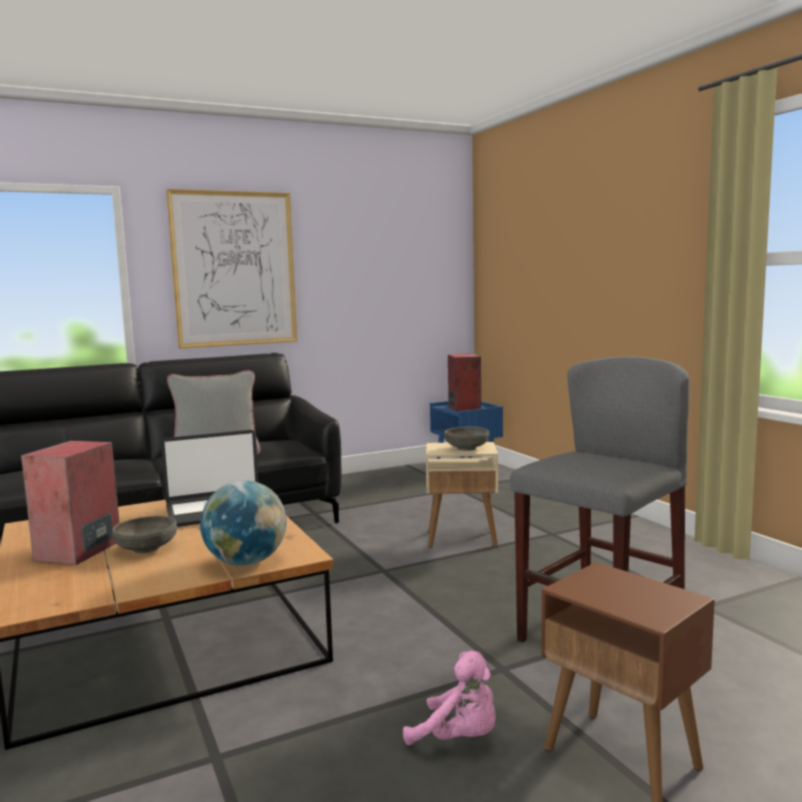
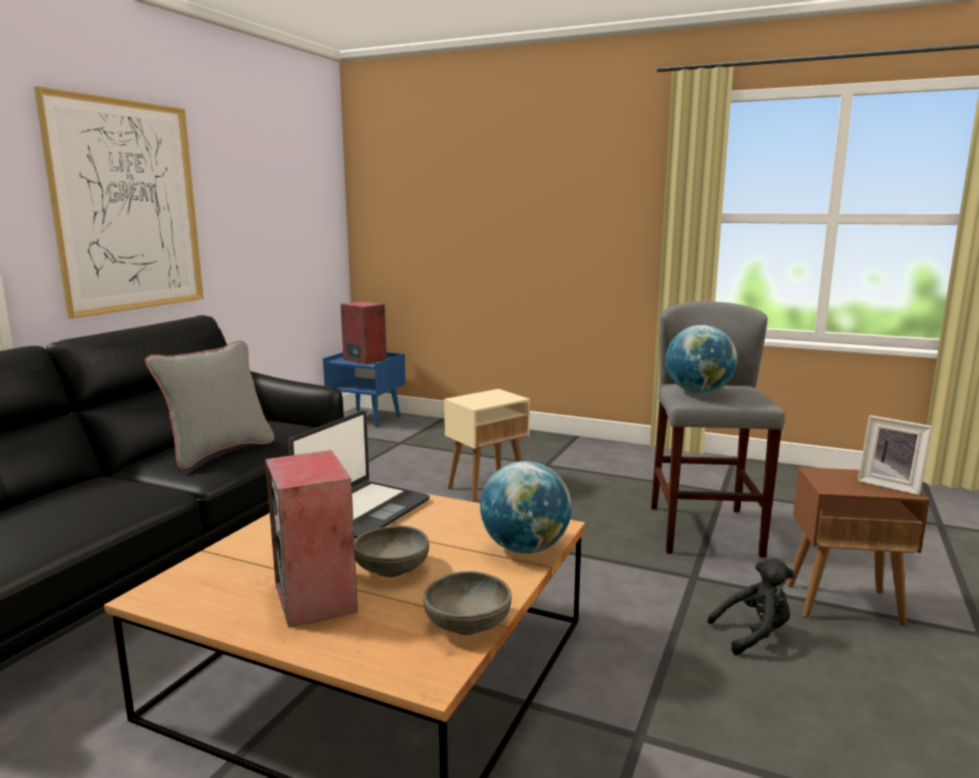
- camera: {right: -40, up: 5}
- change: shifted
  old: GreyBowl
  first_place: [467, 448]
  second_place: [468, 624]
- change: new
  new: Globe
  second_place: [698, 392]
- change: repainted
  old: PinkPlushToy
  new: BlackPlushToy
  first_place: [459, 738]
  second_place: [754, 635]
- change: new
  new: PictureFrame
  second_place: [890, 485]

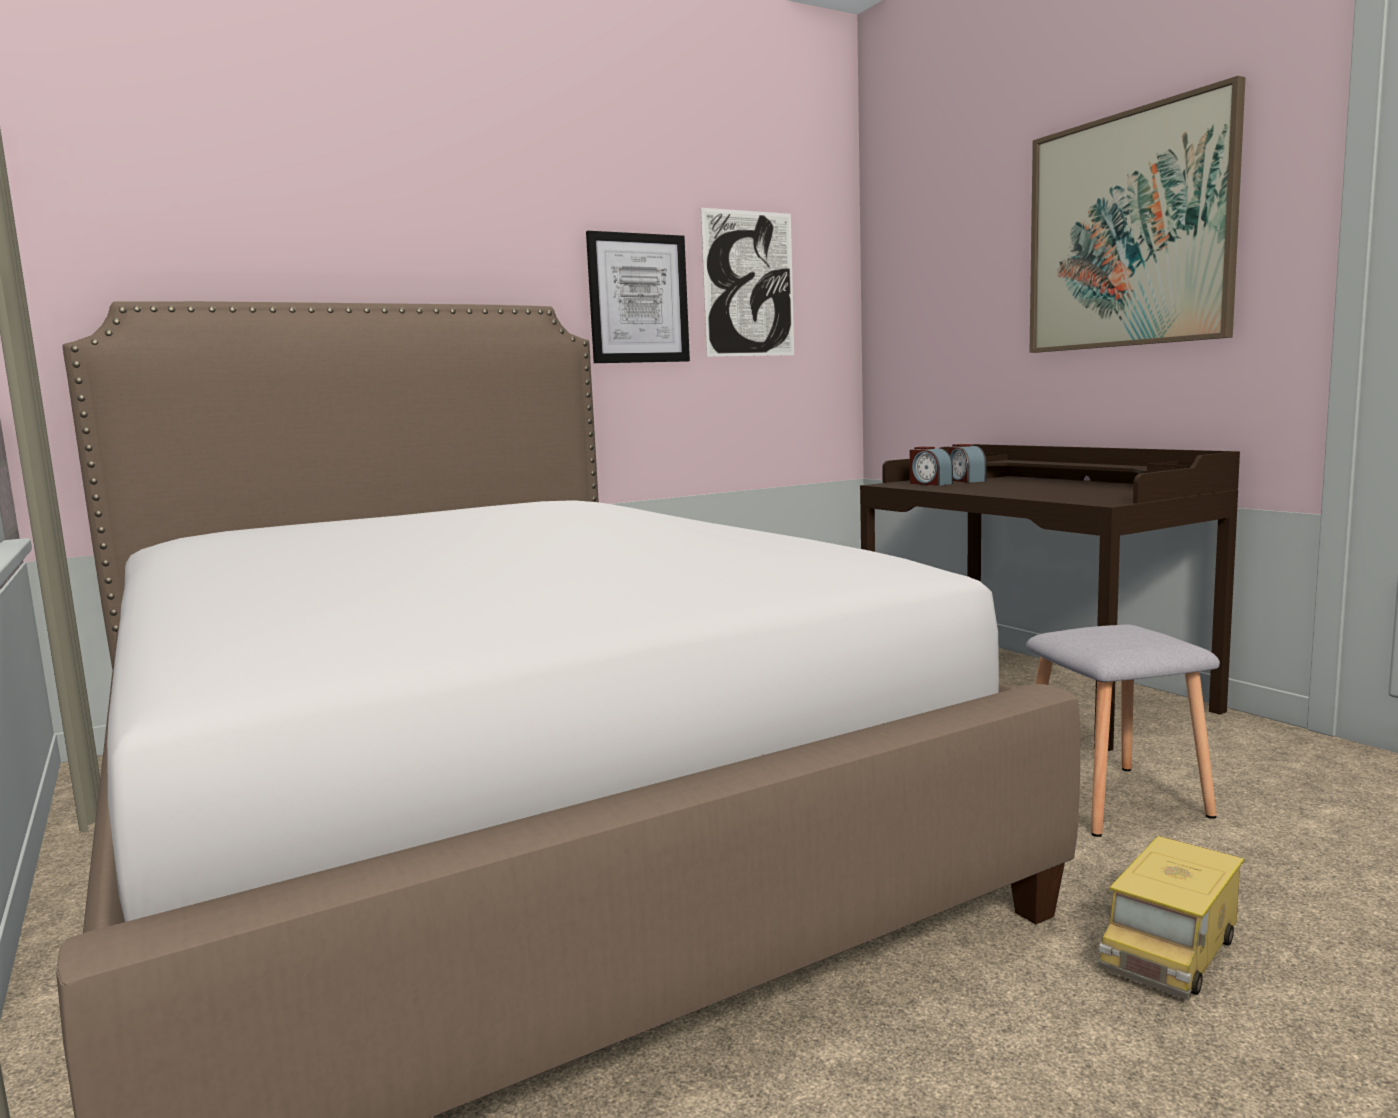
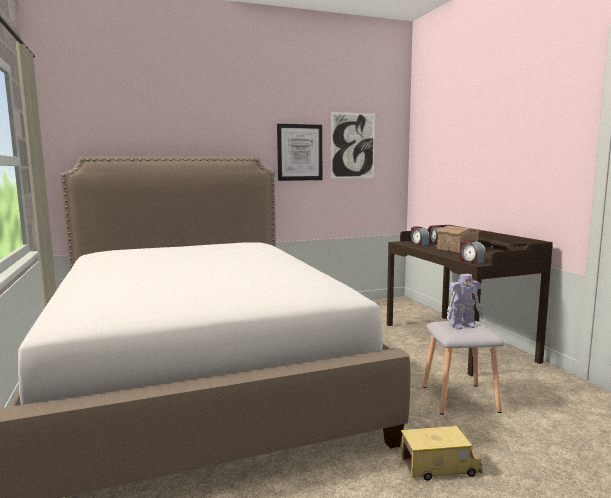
- camera: {right: 10, up: 0}
- change: rotated
  old: ToyTruck
  first_place: [1171, 950]
  second_place: [440, 467]
  degrees: -150
- change: new
  new: ToyHouse
  second_place: [456, 249]
- change: new
  new: ToyRobot
  second_place: [463, 325]
- change: new
  new: AlarmClock
  second_place: [471, 261]
- change: gone
  old: Picture
  first_place: [1128, 231]

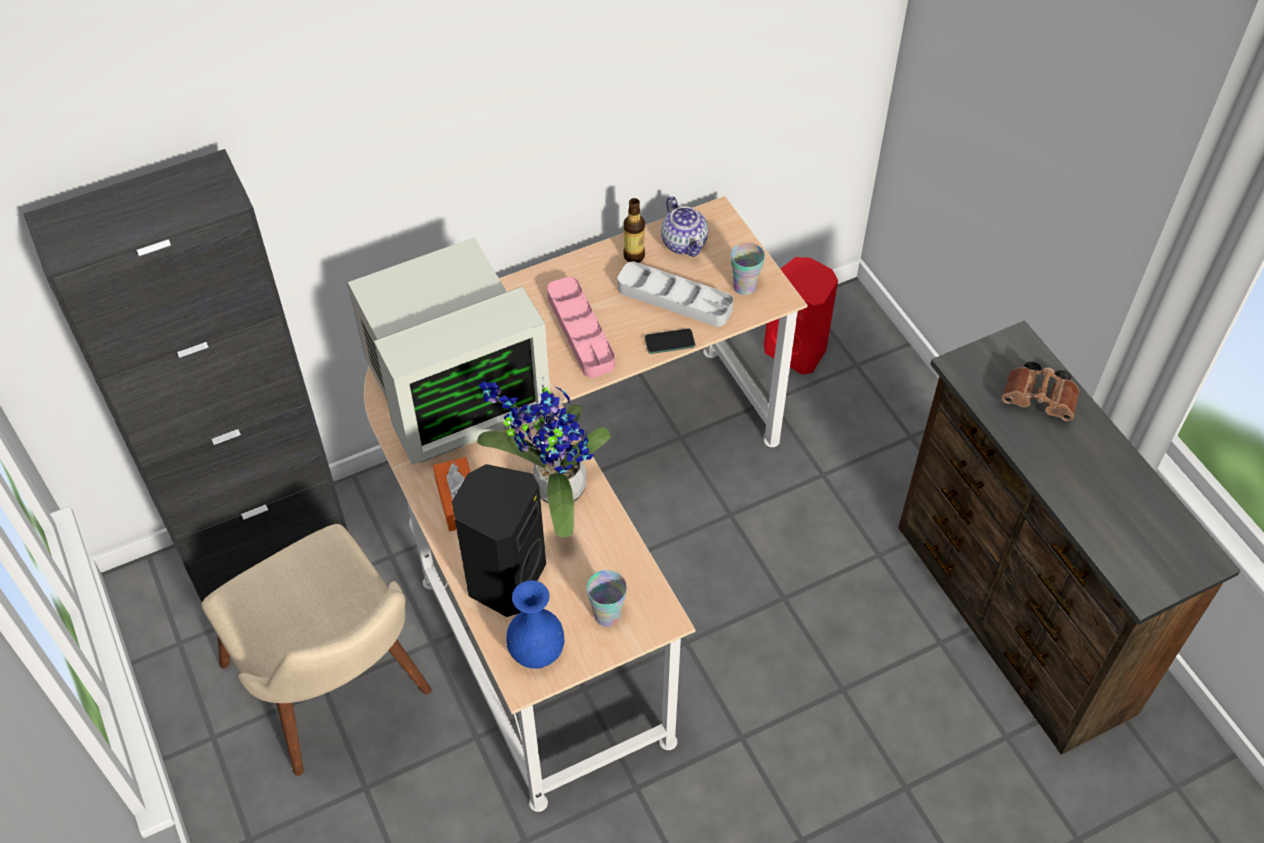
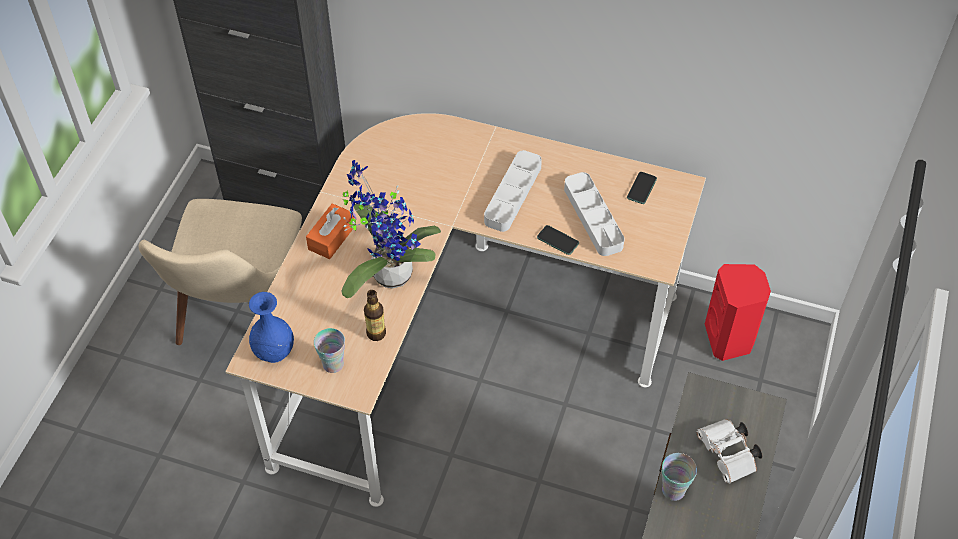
- camera: {right: 45, up: 0}
- change: shifted
  old: Bottle
  first_place: [634, 256]
  second_place: [376, 333]
- change: repainted
  old: PinkTray
  new: GreyTray
  first_place: [580, 331]
  second_place: [513, 194]
- change: swapped
  old: Teapot
  new: Phone
  first_place: [685, 243]
  second_place: [641, 188]
- change: shifted
  old: Cup
  first_place: [744, 287]
  second_place: [673, 490]
- change: repainted
  old: BrownBinoculars
  new: WhiteBinoculars
  first_place: [1041, 400]
  second_place: [728, 456]
- change: gone
  old: Monitor
  first_place: [453, 396]
- change: gone
  old: BlackSpeaker
  first_place: [503, 578]

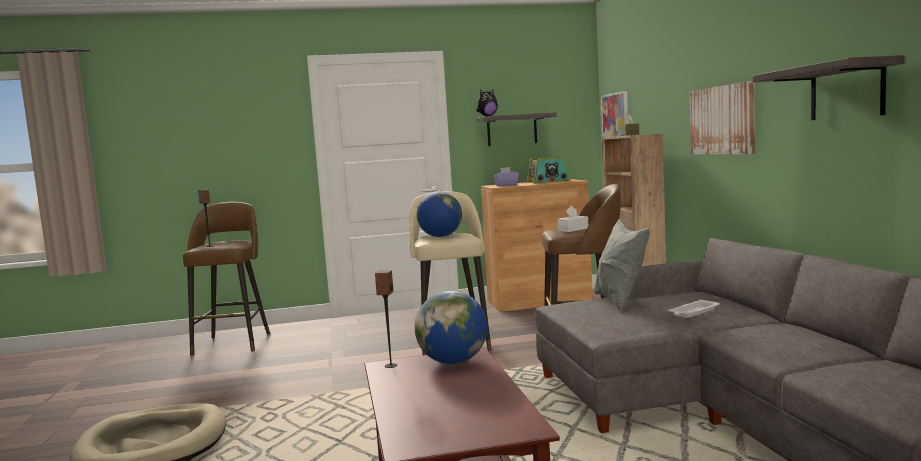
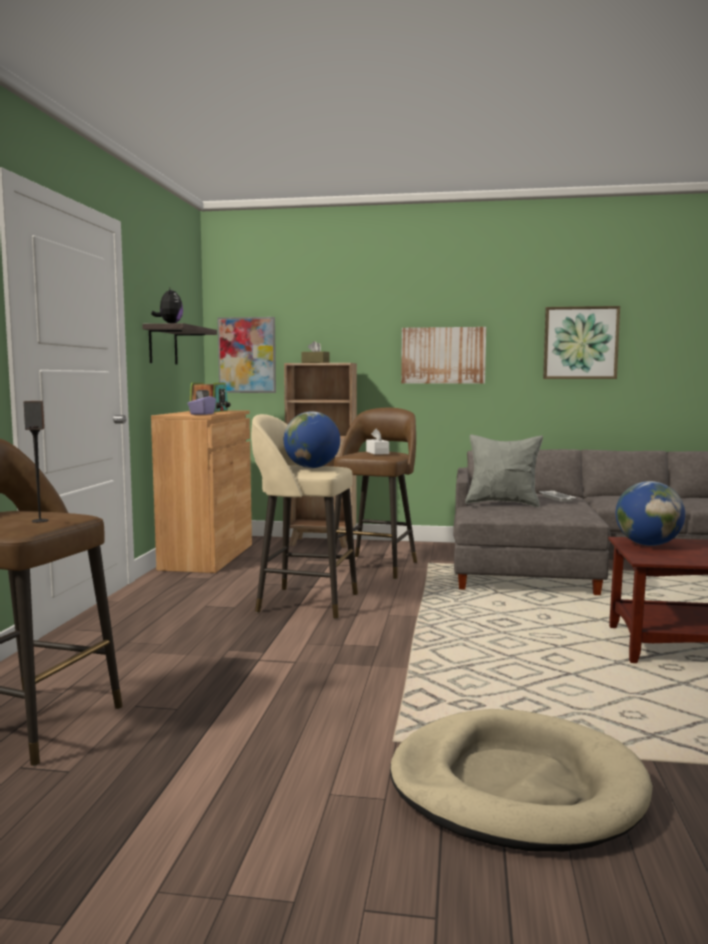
- camera: {right: -70, up: 0}
- change: swapped
  old: Shelf
  new: Picture
  first_place: [846, 91]
  second_place: [580, 343]
- change: gone
  old: Speaker
  first_place: [390, 365]

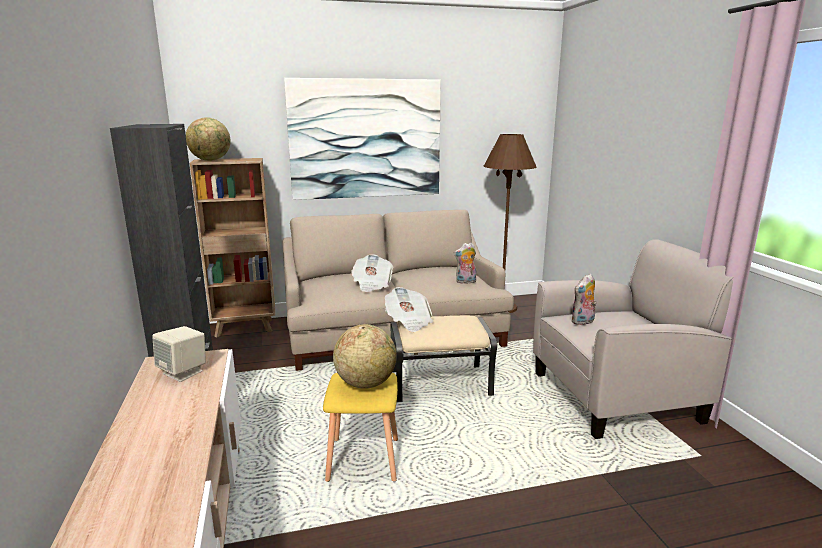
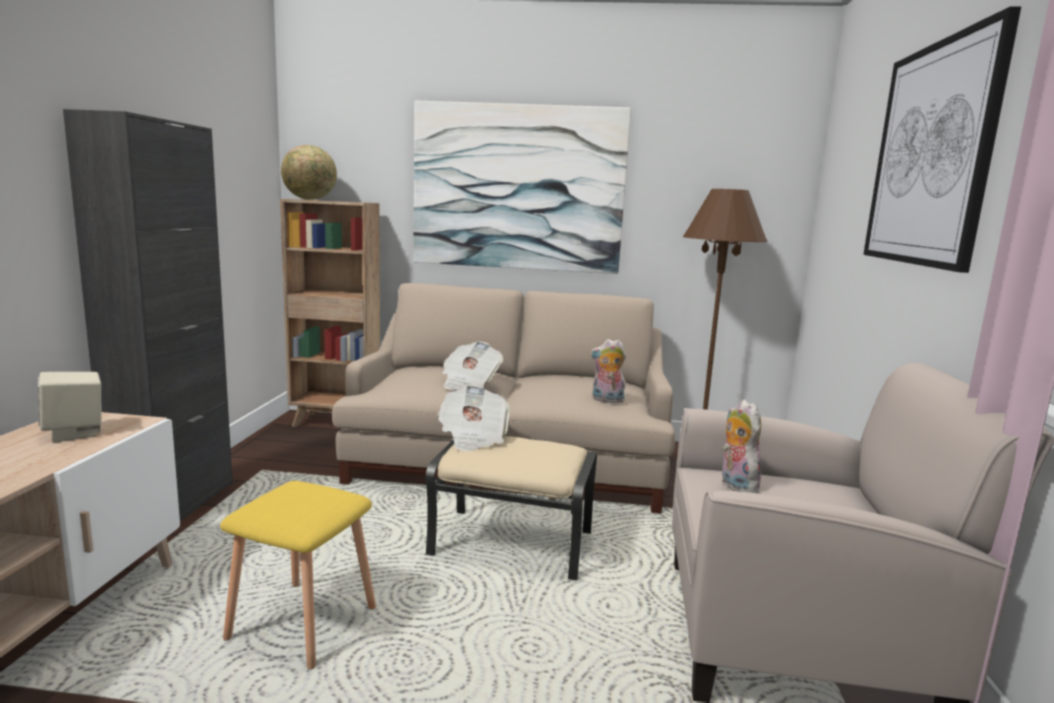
- camera: {right: 20, up: -5}
- change: rotated
  old: PlushToy
  first_place: [583, 322]
  second_place: [735, 485]
  degrees: 90
- change: new
  new: Picture
  second_place: [931, 155]
- change: gone
  old: Globe
  first_place: [365, 383]

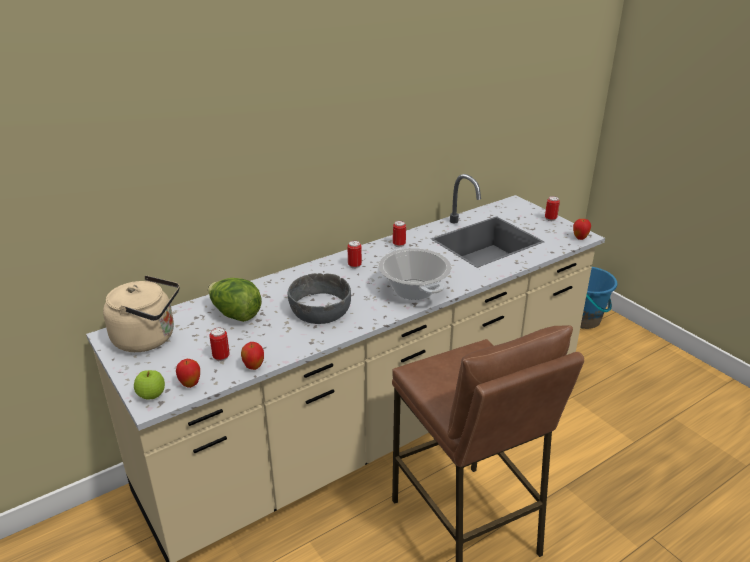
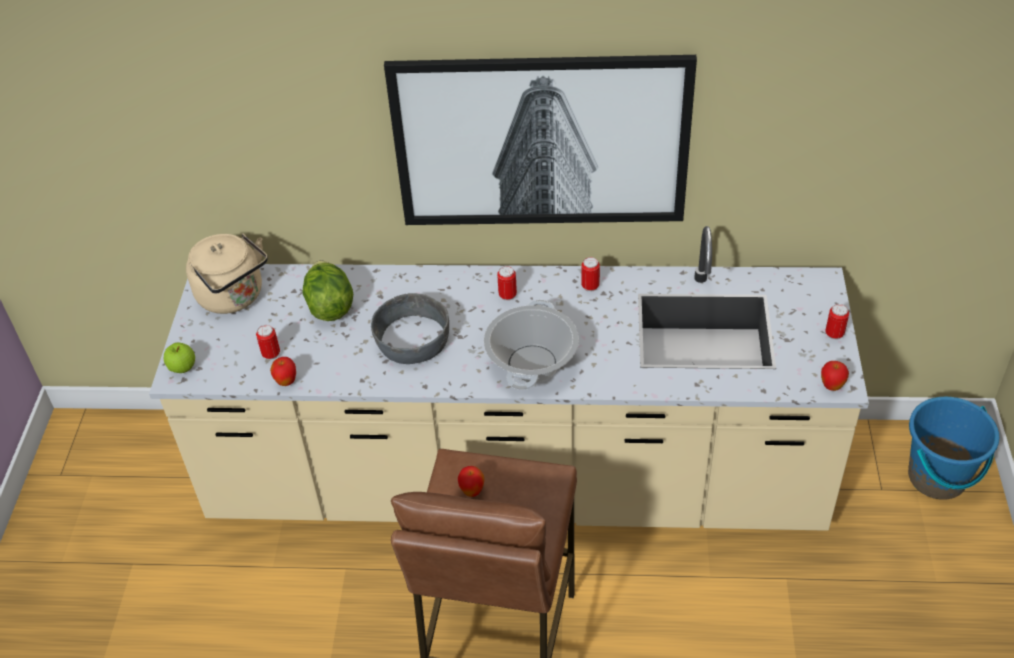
- camera: {right: 40, up: 15}
- change: new
  new: Picture
  second_place: [541, 140]
- change: shifted
  old: Apple
  first_place: [190, 384]
  second_place: [472, 491]

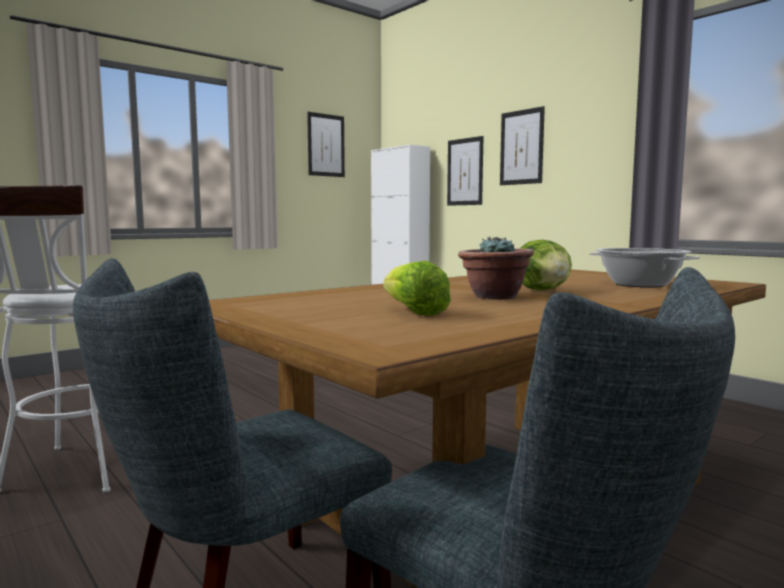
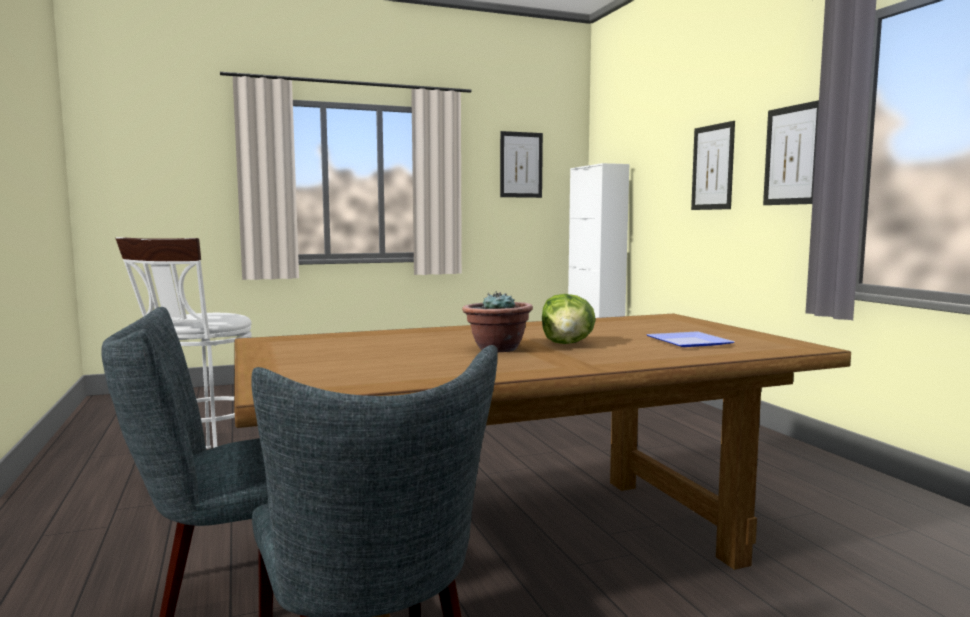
- camera: {right: 20, up: 0}
- change: swapped
  old: CookingPot
  new: Plate
  first_place: [640, 284]
  second_place: [692, 343]
- change: shifted
  old: Picture
  first_place: [465, 172]
  second_place: [792, 155]
- change: gone
  old: Lettuce
  first_place: [413, 312]

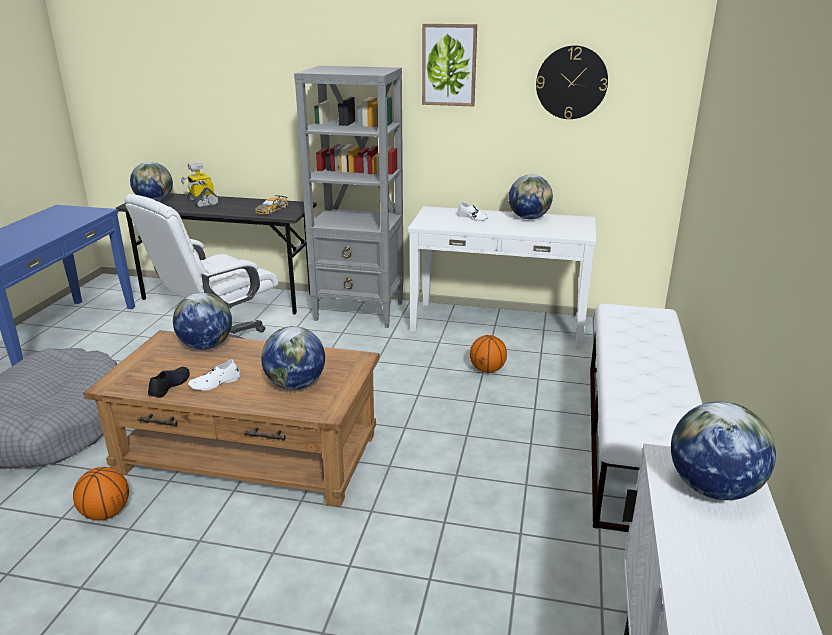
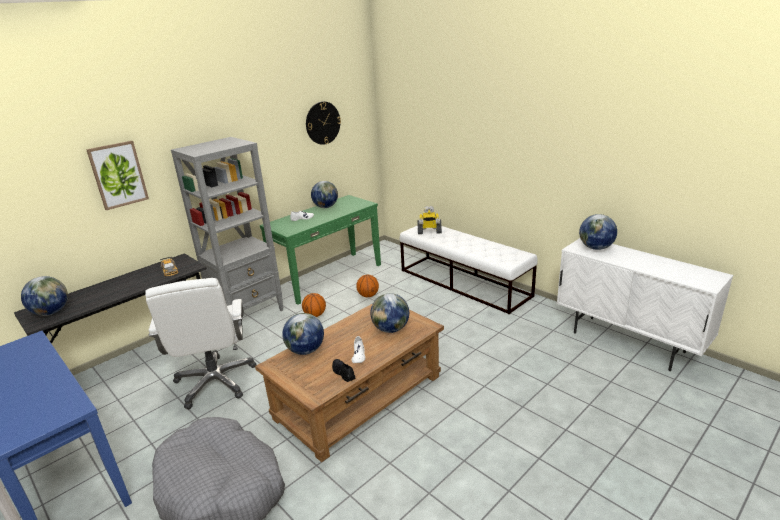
- camera: {right: -55, up: 0}
- change: shifted
  old: Picture
  first_place: [449, 65]
  second_place: [118, 175]
- change: repainted
  old: WhiteConsoleTable
  new: GreenConsoleTable
  first_place: [498, 324]
  second_place: [328, 277]
- change: shifted
  old: Basketball
  first_place: [106, 513]
  second_place: [315, 315]
- change: shifted
  old: ToyRobot
  first_place: [202, 202]
  second_place: [429, 231]

